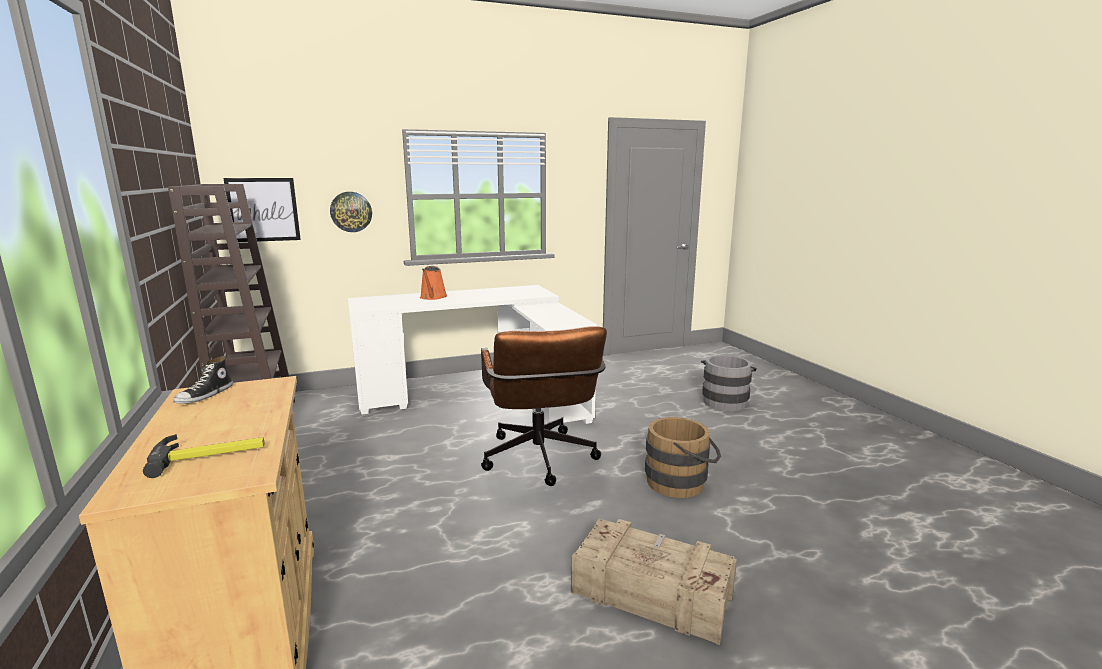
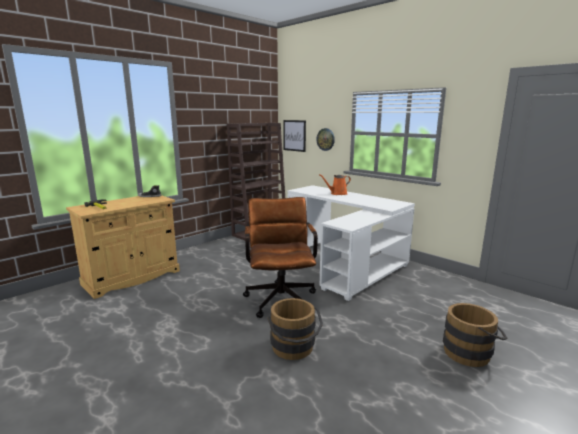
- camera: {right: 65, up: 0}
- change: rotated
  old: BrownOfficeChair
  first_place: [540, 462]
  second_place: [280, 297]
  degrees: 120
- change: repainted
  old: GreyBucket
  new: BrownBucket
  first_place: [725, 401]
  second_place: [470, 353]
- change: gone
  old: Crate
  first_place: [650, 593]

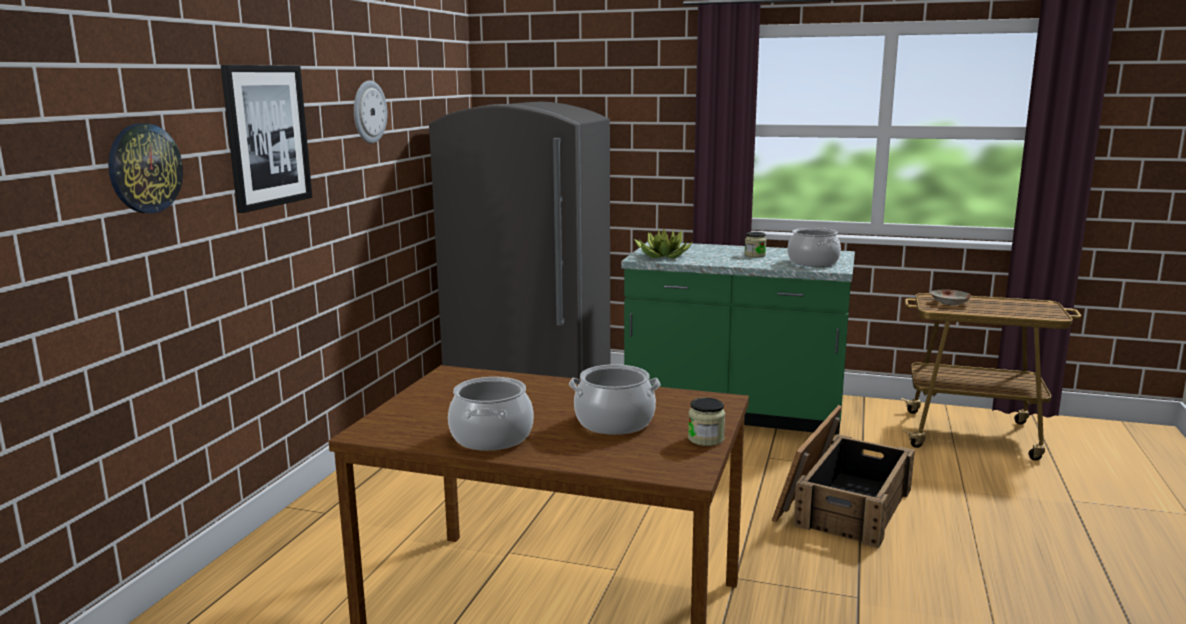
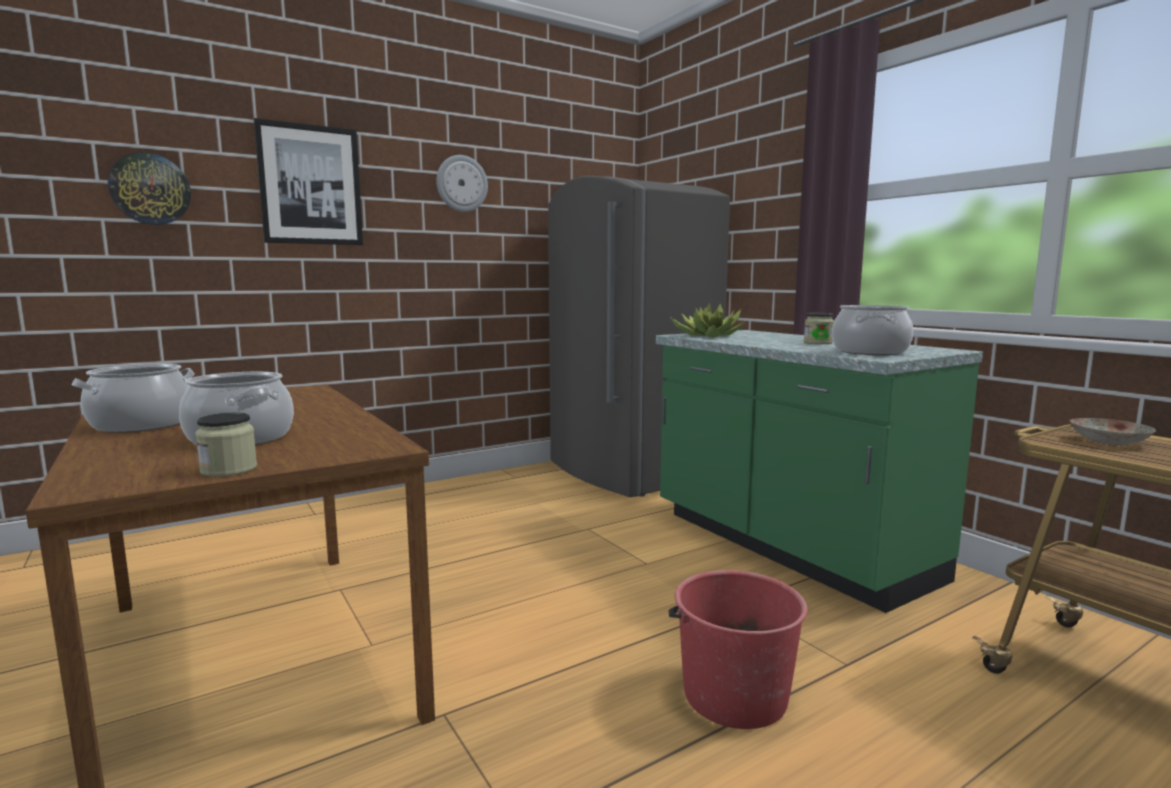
- camera: {right: 40, up: -5}
- change: swapped
  old: Crate
  new: RedBucket
  first_place: [842, 504]
  second_place: [733, 695]

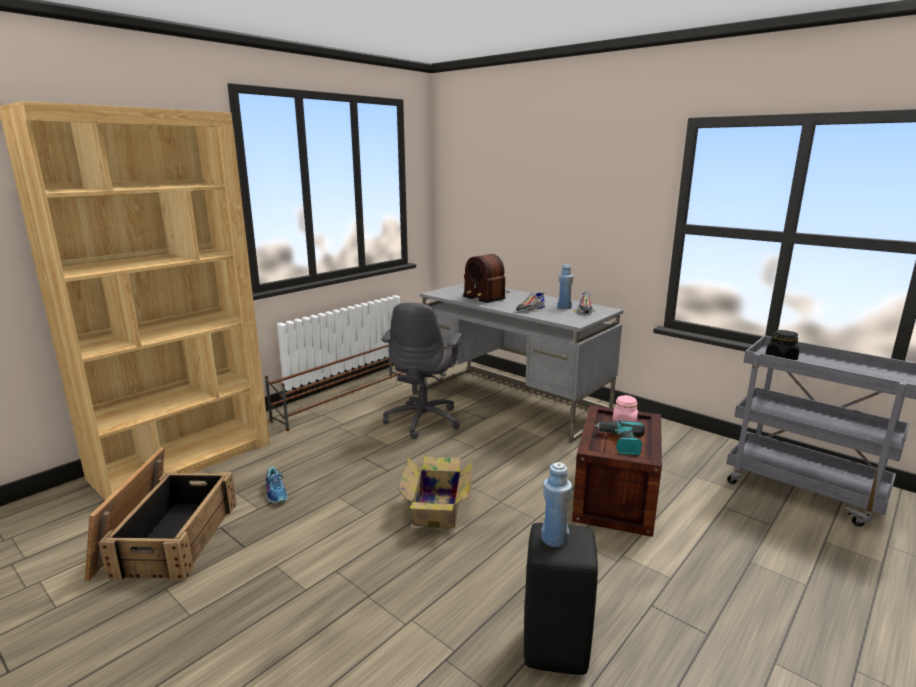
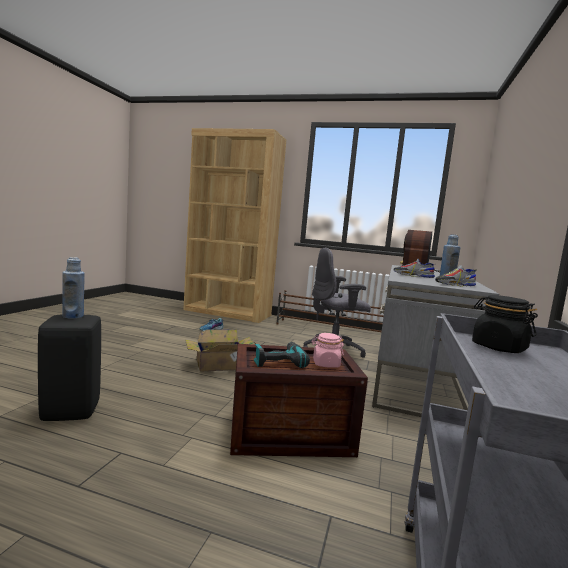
- camera: {right: 65, up: -10}
- change: gone
  old: Crate
  first_place: [167, 538]

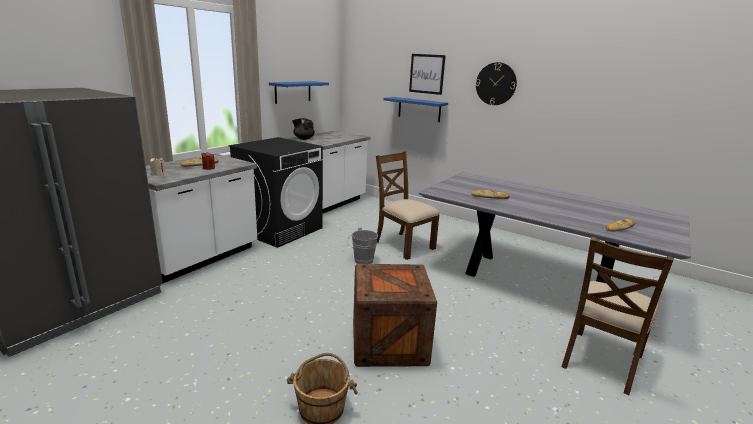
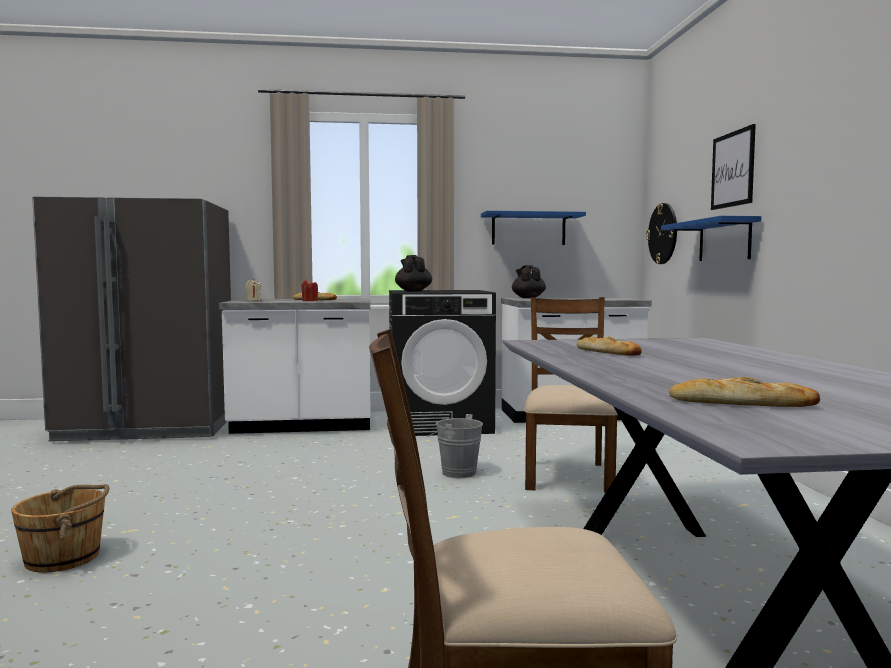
- camera: {right: 50, up: -15}
- change: new
  new: BlackTeapot
  second_place: [413, 291]
- change: shifted
  old: WallClock
  first_place: [496, 84]
  second_place: [663, 233]
- change: gone
  old: Crate
  first_place: [389, 343]

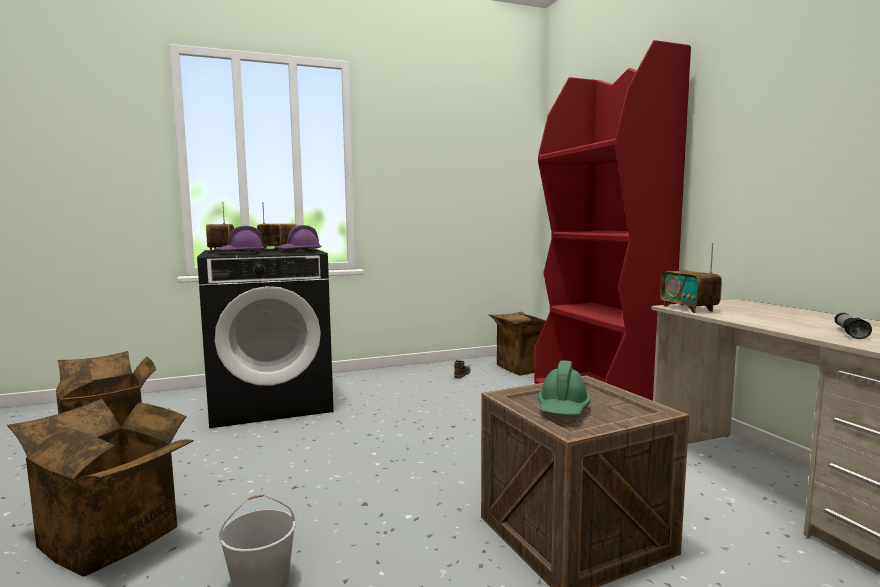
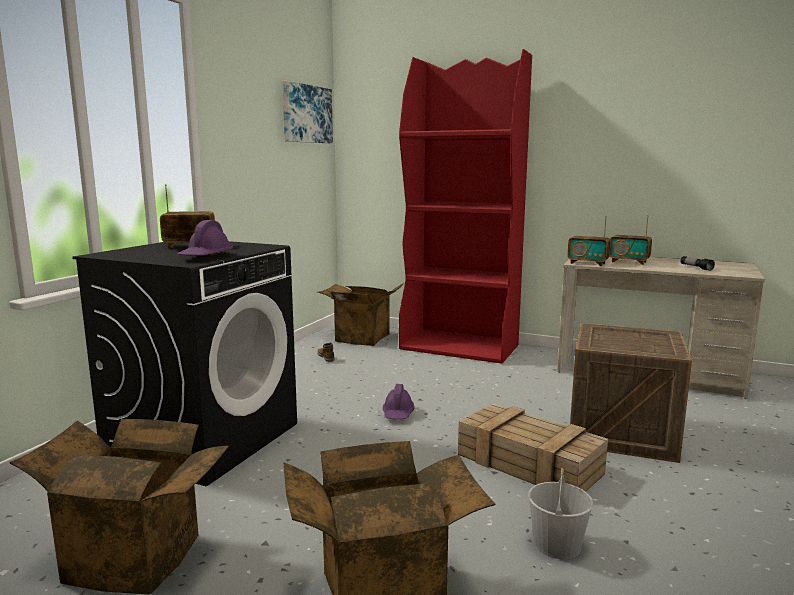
- camera: {right: -45, up: 5}
- change: new
  new: Picture
  second_place: [306, 114]
- change: shifted
  old: PurpleHardHat
  first_place: [299, 252]
  second_place: [398, 414]
- change: new
  new: Crate
  second_place: [531, 464]
- change: shifted
  old: Radio
  first_place: [222, 251]
  second_place: [629, 262]
- change: gone
  old: GreenHardHat
  first_place: [563, 408]

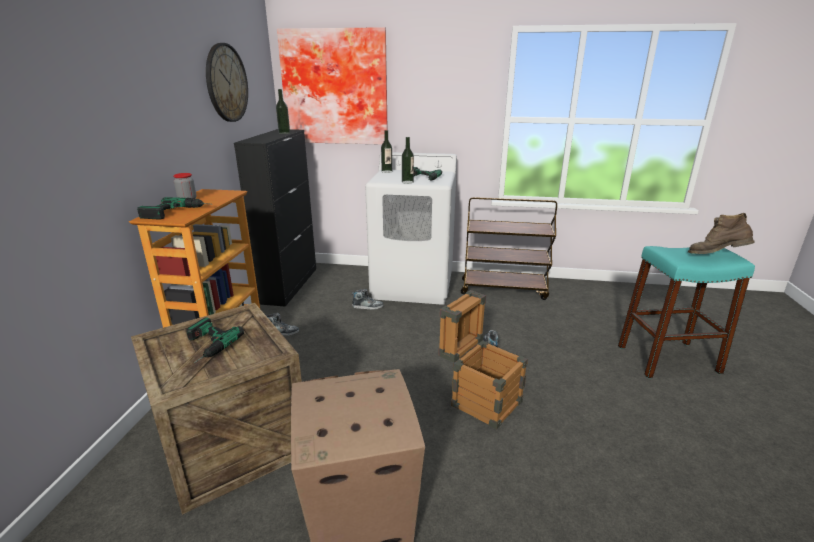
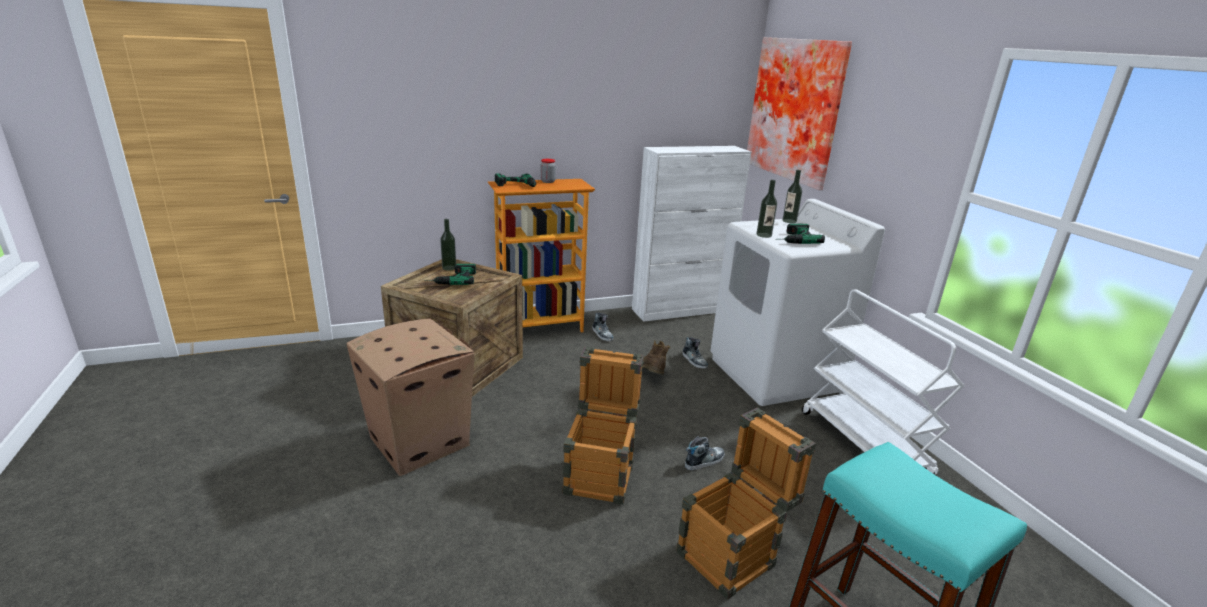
- camera: {right: 60, up: 0}
- change: shifted
  old: Bottle
  first_place: [284, 133]
  second_place: [449, 268]
- change: repainted
  old: BlackCabinet
  new: WhiteCabinet
  first_place: [289, 285]
  second_place: [680, 310]
- change: shifted
  old: BrownBoot
  first_place: [716, 256]
  second_place: [652, 376]
- change: new
  new: Crate
  second_place: [734, 554]
- change: repainted
  old: BrownCart
  new: WhiteCart
  first_place: [504, 289]
  second_place: [864, 444]
- change: gone
  old: WallClock
  first_place: [226, 83]

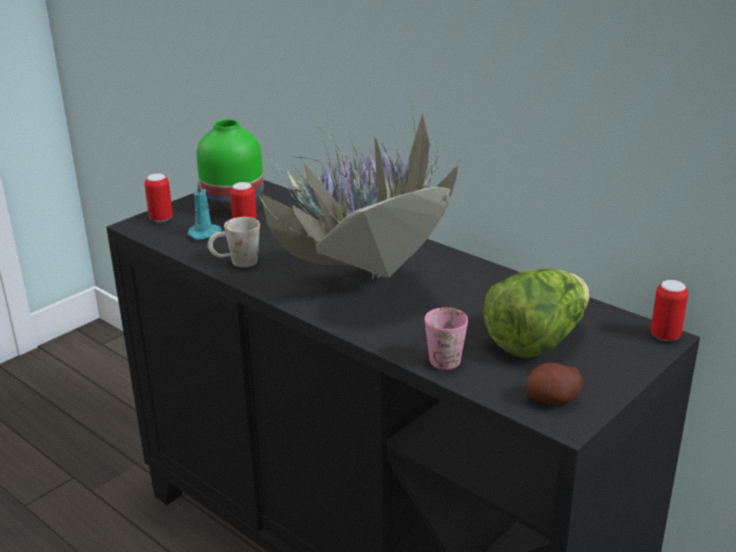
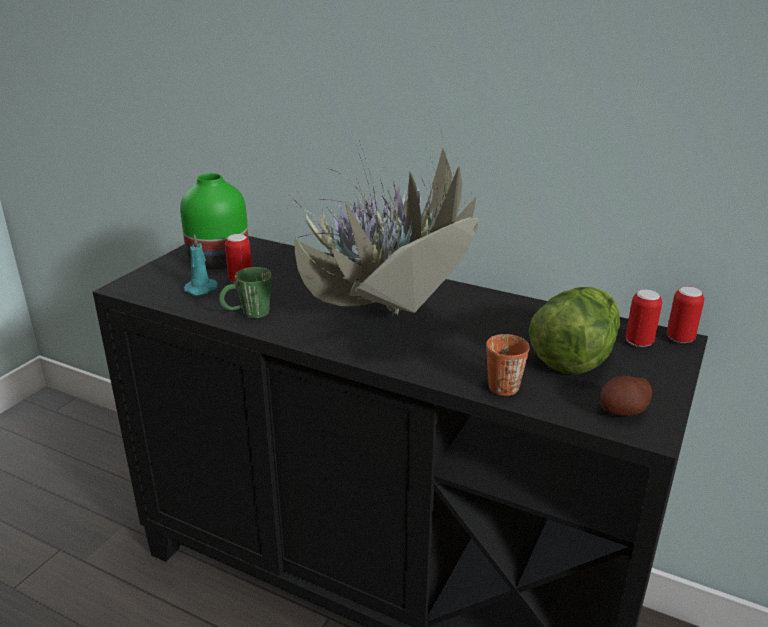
- camera: {right: -15, up: 0}
- change: repainted
  old: WhiteMug
  new: GreenMug
  first_place: [236, 262]
  second_place: [247, 314]
- change: repainted
  old: PinkMug
  new: OrangeMug
  first_place: [447, 356]
  second_place: [502, 381]
- change: shifted
  old: Can
  first_place: [161, 219]
  second_place: [639, 342]

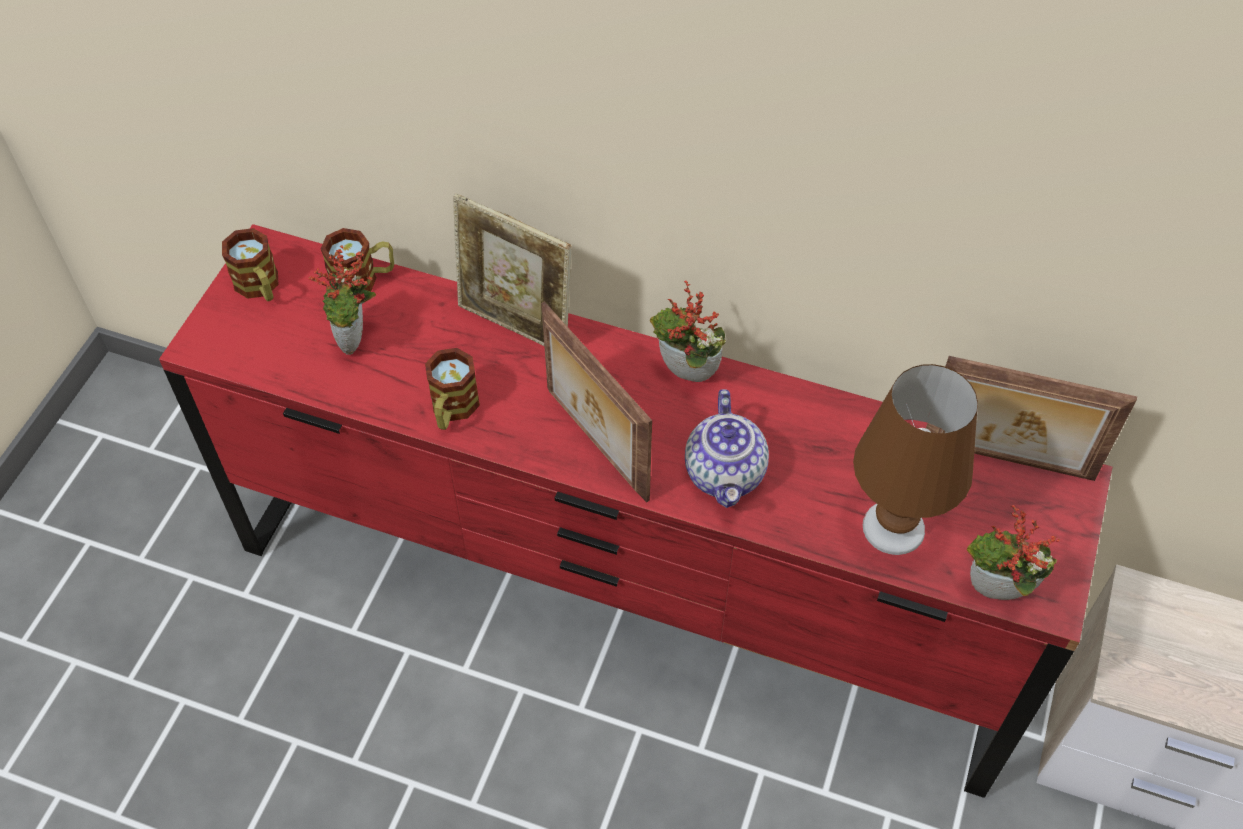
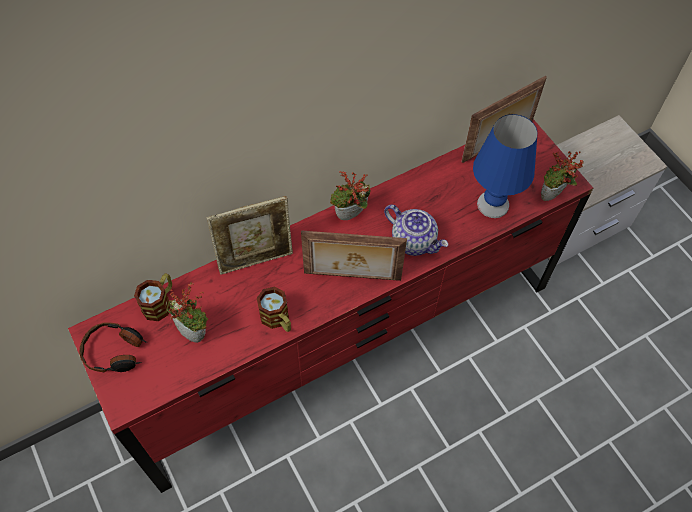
- camera: {right: -50, up: 5}
- change: swapped
  old: Mug
  new: Headphones
  first_place: [260, 287]
  second_place: [115, 352]
- change: repainted
  old: BrownTableLamp
  new: BlueTableLamp
  first_place: [892, 527]
  second_place: [492, 204]

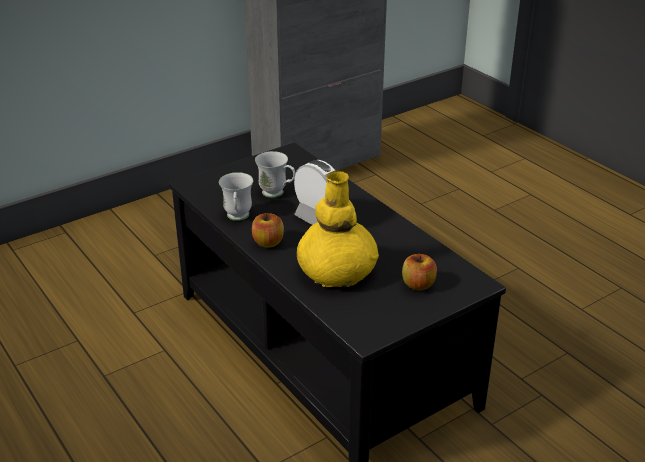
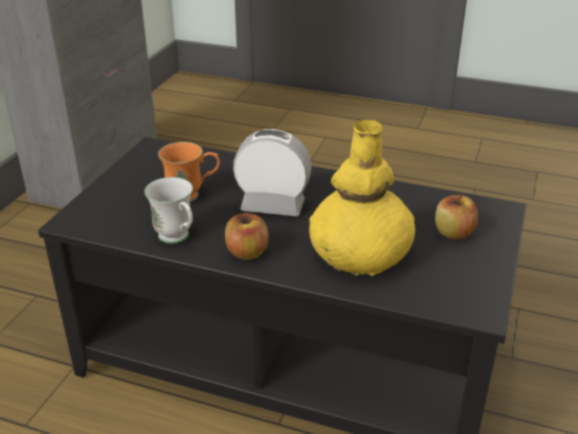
- camera: {right: -35, up: 0}
- change: repainted
  old: WhiteMug
  new: OrangeMug
  first_place: [277, 194]
  second_place: [192, 195]

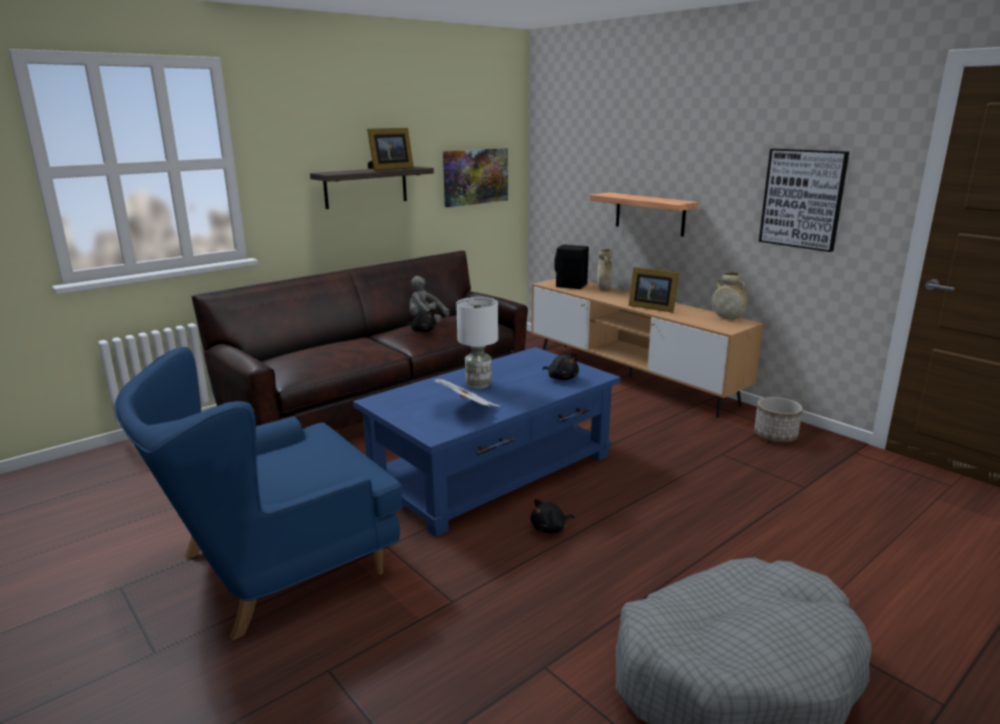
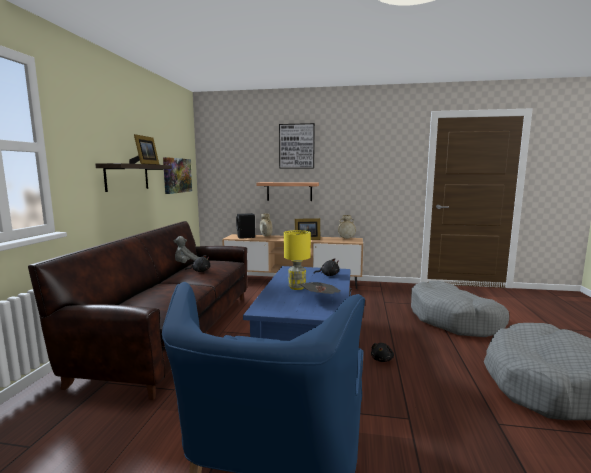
- camera: {right: -40, up: -10}
- change: shifted
  old: Picture
  first_place: [802, 199]
  second_place: [297, 146]
- change: repainted
  old: WhiteTableLamp
  new: YellowTableLamp
  first_place: [478, 385]
  second_place: [297, 287]
- change: new
  new: GreyDogBed
  second_place: [454, 320]
- change: gone
  old: Planter
  first_place: [775, 436]

